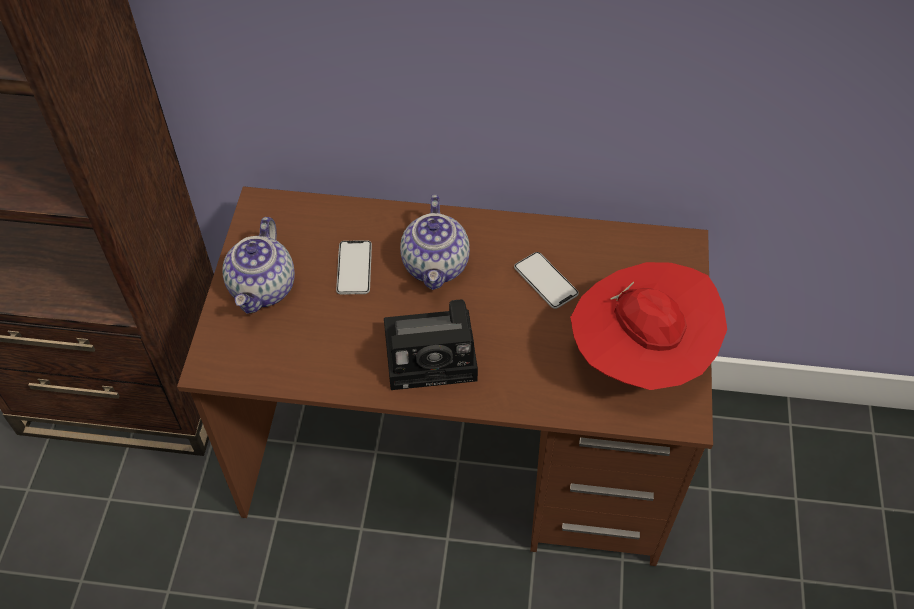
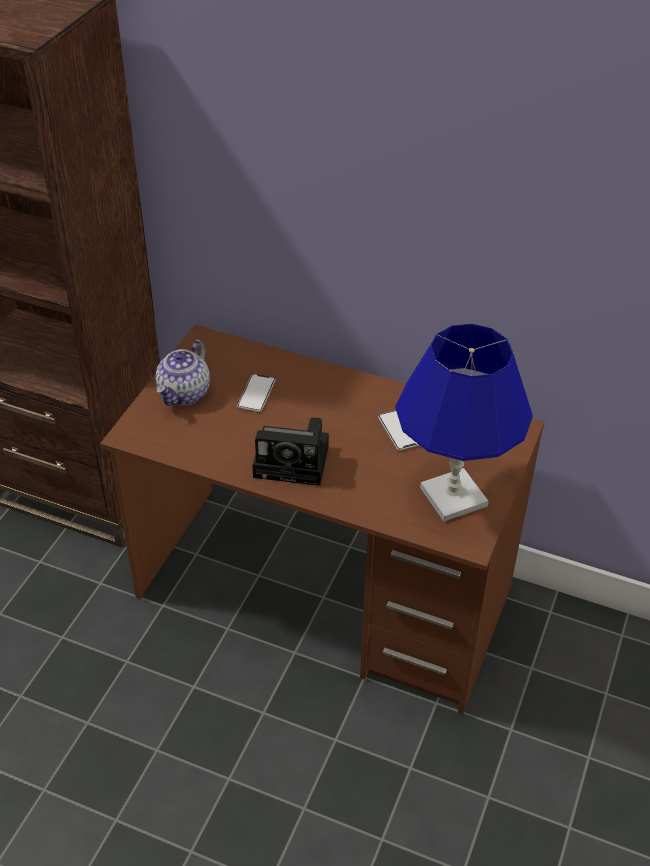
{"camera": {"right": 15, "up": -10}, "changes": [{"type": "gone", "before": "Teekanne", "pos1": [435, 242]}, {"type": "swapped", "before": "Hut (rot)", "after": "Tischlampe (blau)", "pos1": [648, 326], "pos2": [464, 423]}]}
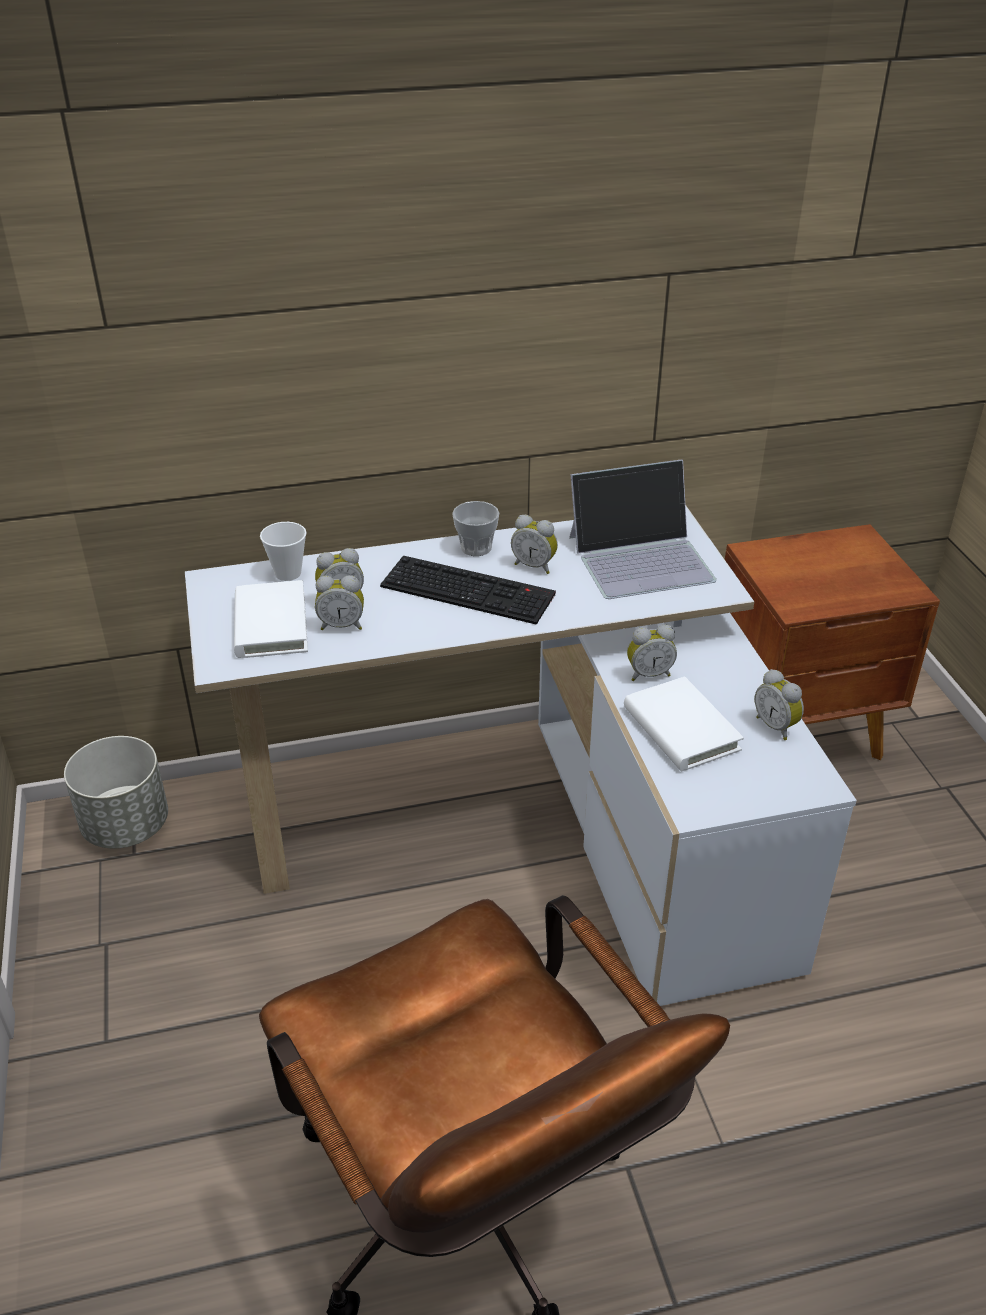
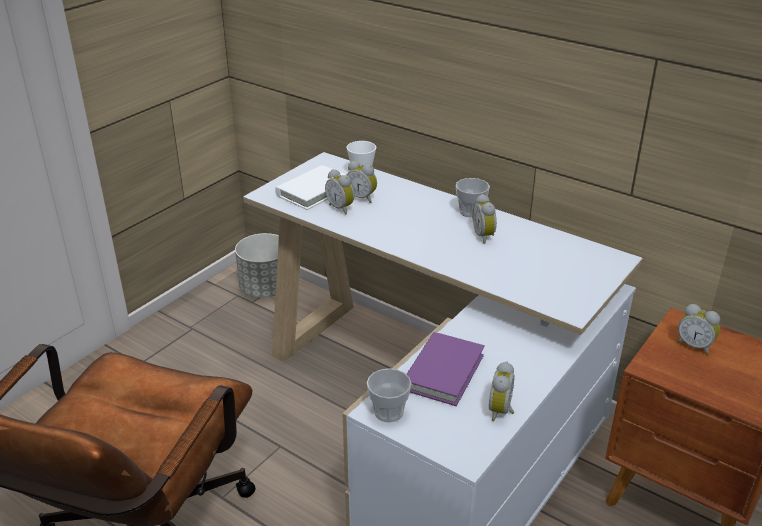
{"camera": {"right": 50, "up": -5}, "changes": [{"type": "gone", "before": "Tastatur", "pos1": [468, 590]}, {"type": "gone", "before": "Laptop", "pos1": [643, 529]}, {"type": "repainted", "before": "Buch (weiß)", "after": "Buch (lila)", "pos1": [684, 724], "pos2": [446, 369]}, {"type": "shifted", "before": "Wecker", "pos1": [652, 653], "pos2": [698, 329]}, {"type": "new", "after": "Tasse", "pos2": [389, 395]}]}
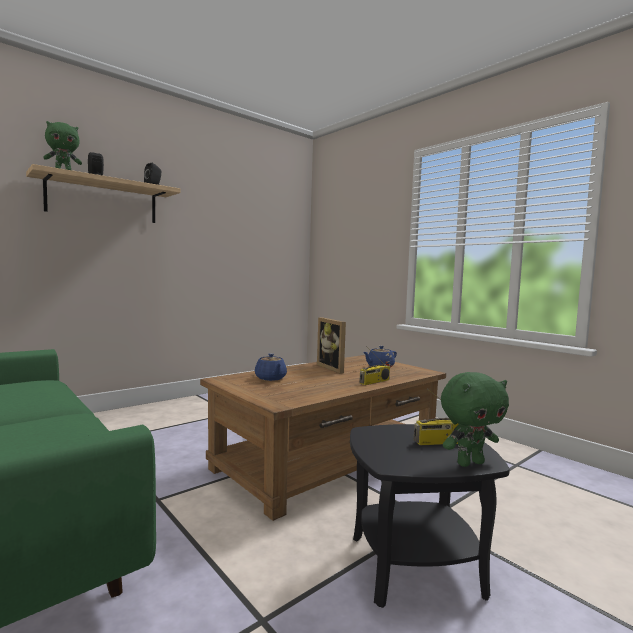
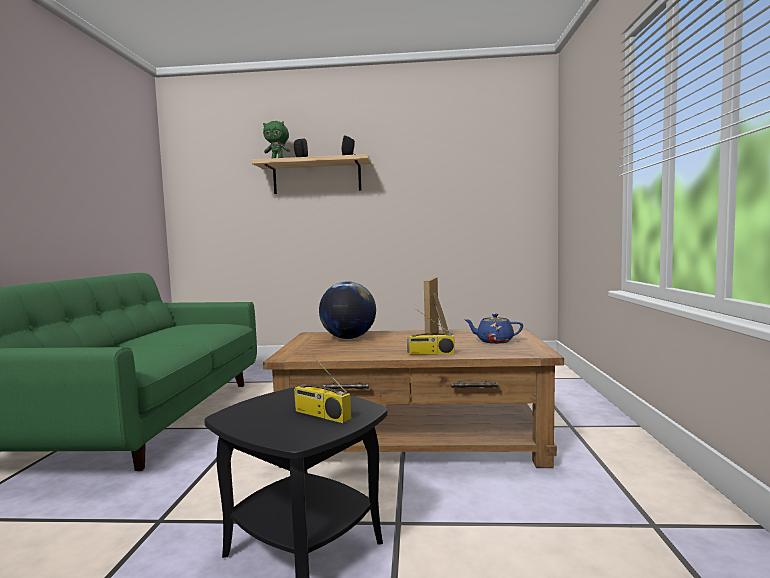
{"camera": {"right": 45, "up": 0}, "changes": [{"type": "swapped", "before": "Teekanne (blau)", "after": "Globus", "pos1": [271, 367], "pos2": [347, 310]}, {"type": "gone", "before": "Plüschtier (grün)", "pos1": [475, 419]}]}
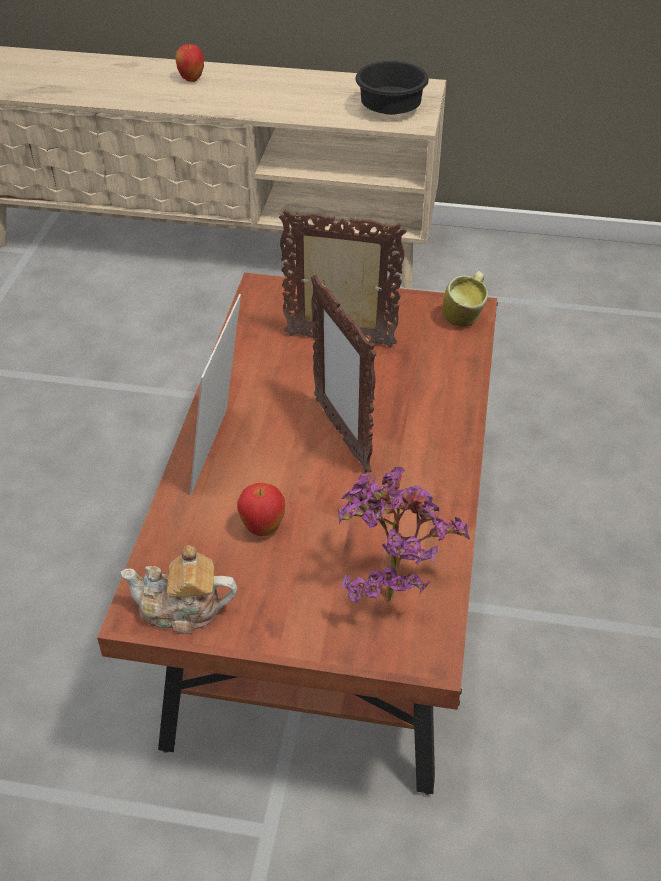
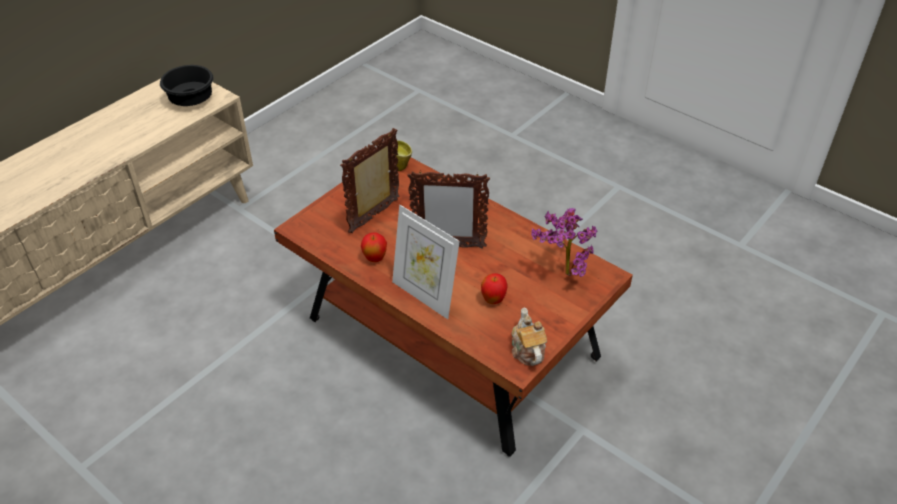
{"camera": {"right": -60, "up": 0}, "changes": [{"type": "rotated", "before": "Teekanne", "pos1": [179, 589], "pos2": [529, 337], "turn": 135}, {"type": "shifted", "before": "Apfel", "pos1": [189, 62], "pos2": [374, 247]}]}
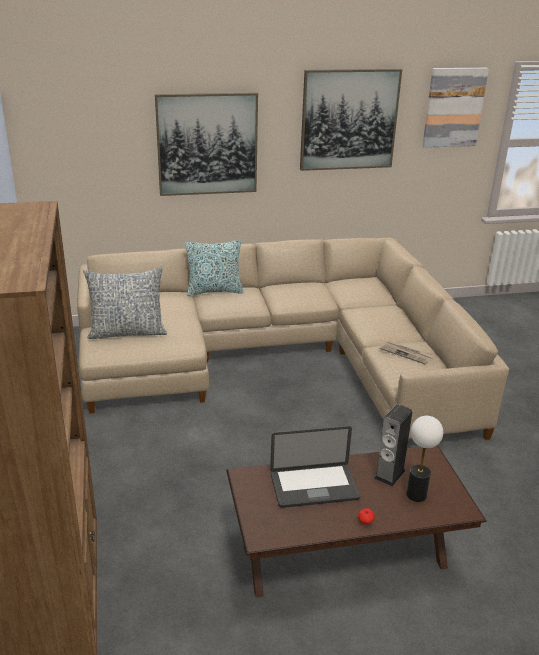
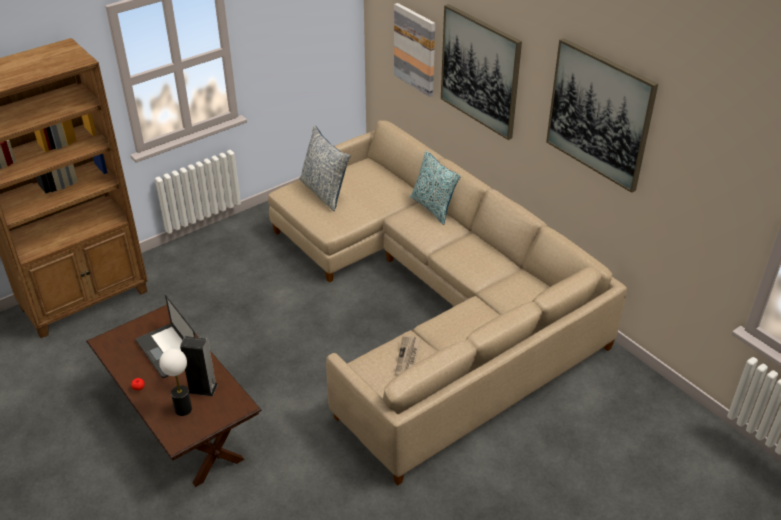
{"camera": {"right": 65, "up": 10}, "changes": [{"type": "shifted", "before": "Bild", "pos1": [455, 108], "pos2": [414, 50]}]}
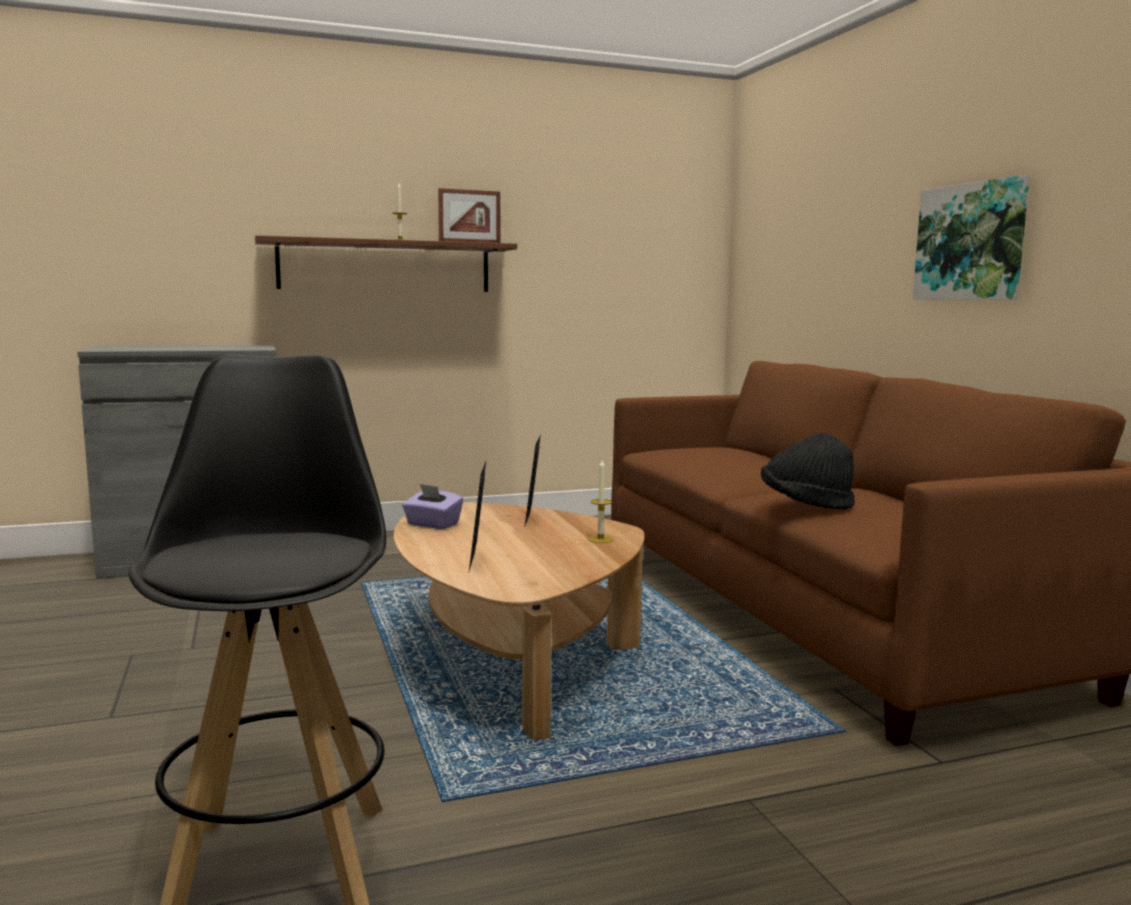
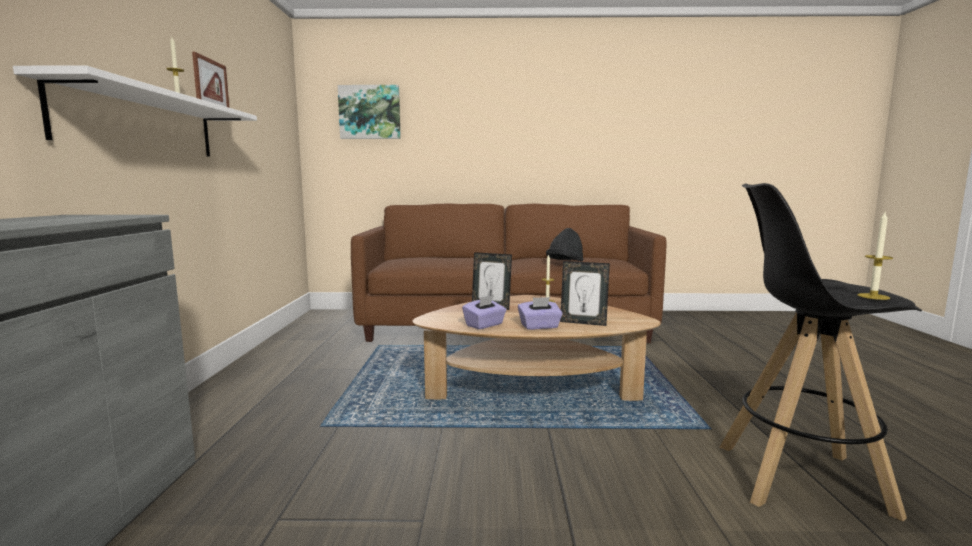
{"camera": {"right": -70, "up": 0}, "changes": [{"type": "repainted", "before": "Wandregal (braun)", "after": "Wandregal (weiß)", "pos1": [386, 263], "pos2": [135, 111]}, {"type": "shifted", "before": "Bild", "pos1": [971, 237], "pos2": [369, 112]}, {"type": "new", "after": "Taschentuchbox (lila)", "pos2": [540, 313]}, {"type": "new", "after": "Kerze", "pos2": [875, 256]}]}
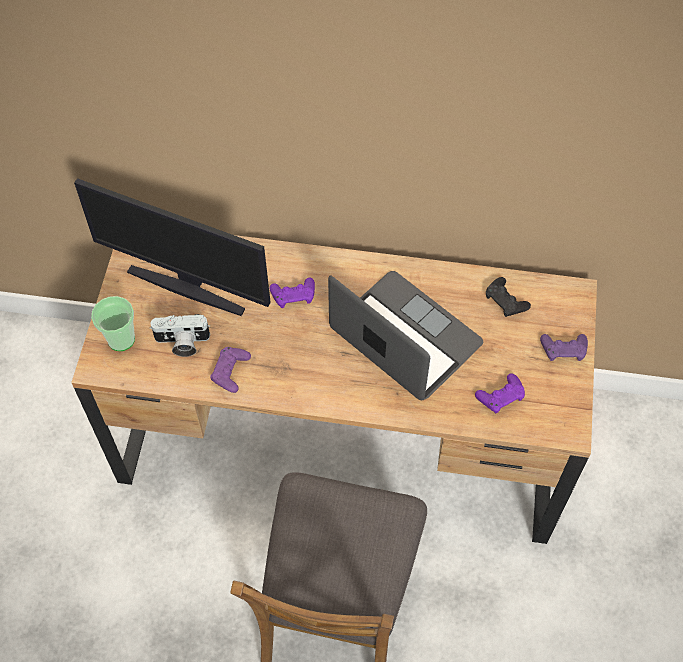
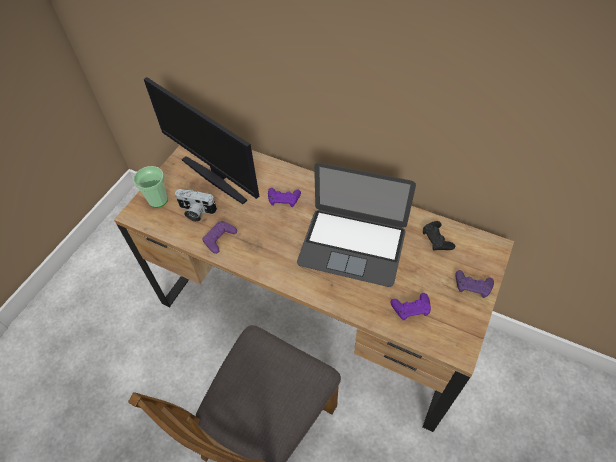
{"camera": {"right": 20, "up": -5}, "changes": [{"type": "rotated", "before": "Laptop", "pos1": [405, 336], "pos2": [356, 225], "turn": 135}]}
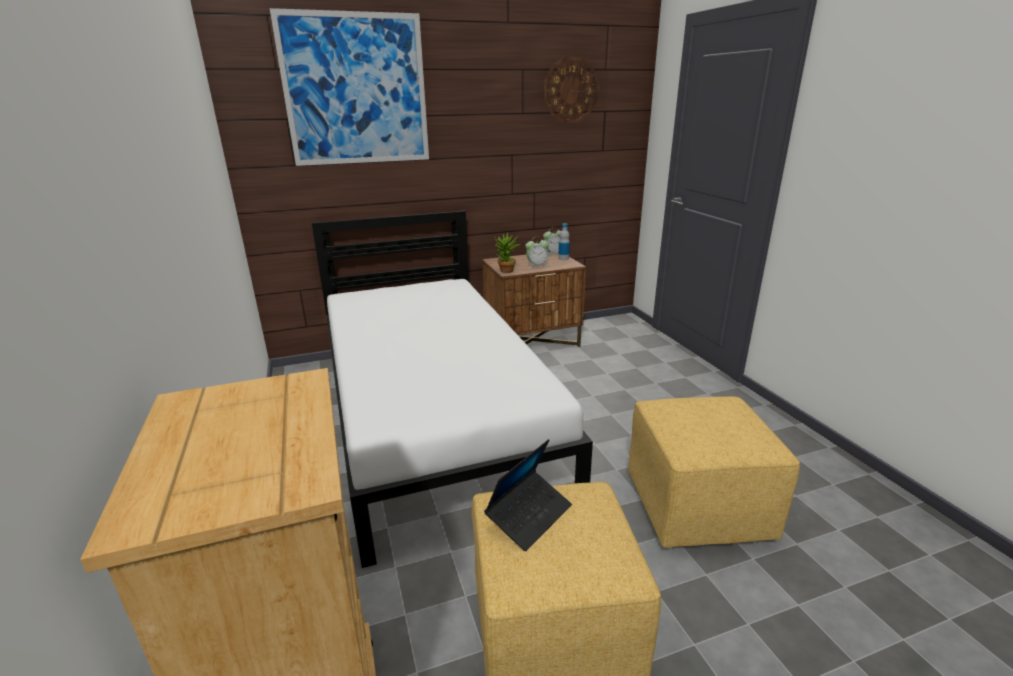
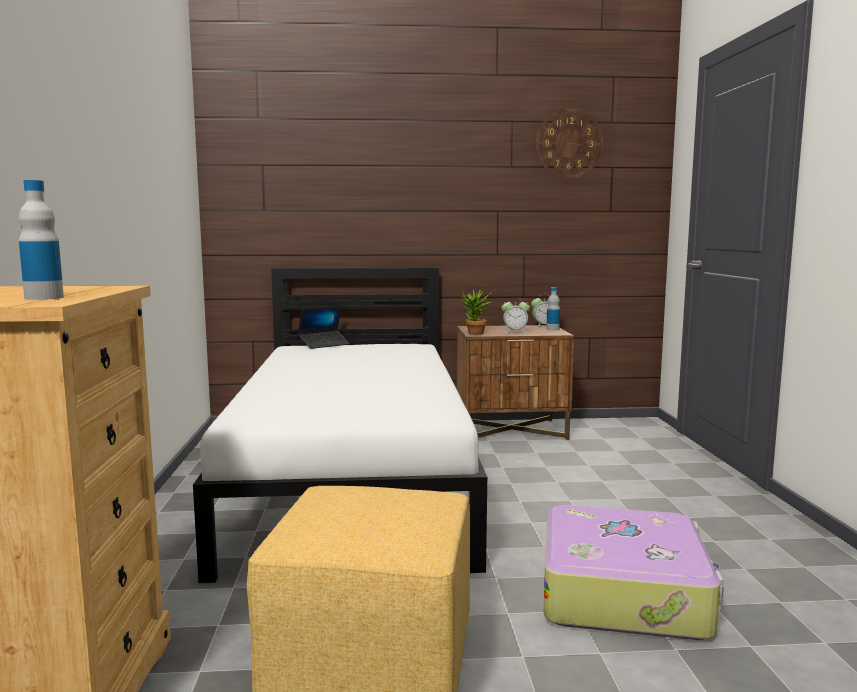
{"camera": {"right": 15, "up": -15}, "changes": [{"type": "gone", "before": "Bild", "pos1": [349, 87]}, {"type": "shifted", "before": "Laptop", "pos1": [528, 495], "pos2": [324, 327]}, {"type": "swapped", "before": "Polsterhocker (gelb)", "after": "Koffer", "pos1": [714, 472], "pos2": [633, 572]}, {"type": "new", "after": "Flasche", "pos2": [41, 240]}]}
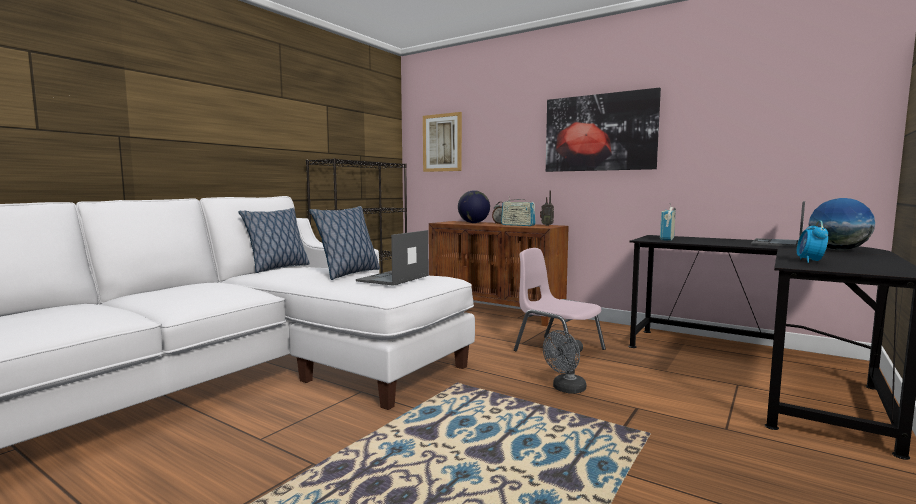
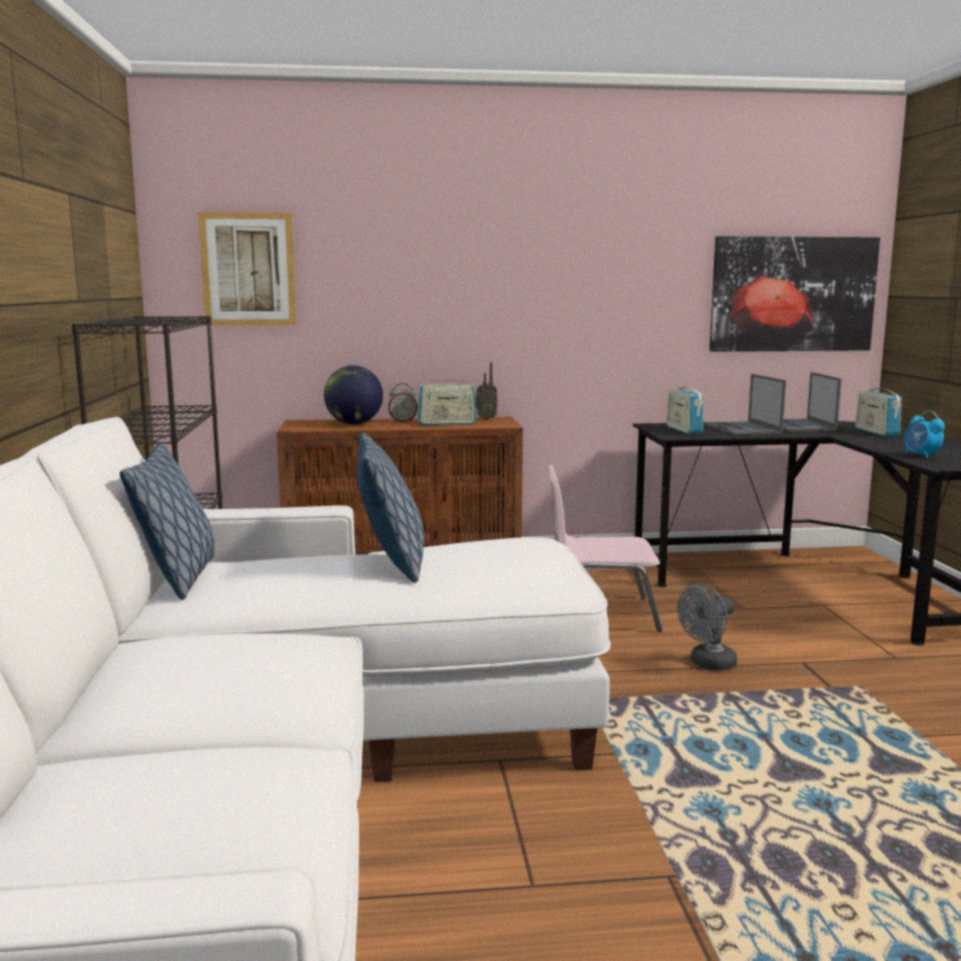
{"camera": {"right": -40, "up": 5}, "changes": [{"type": "shifted", "before": "Laptop", "pos1": [392, 258], "pos2": [745, 405]}, {"type": "rotated", "before": "Ventilator (grau)", "pos1": [564, 362], "pos2": [707, 627], "turn": 45}, {"type": "shifted", "before": "Bild", "pos1": [603, 129], "pos2": [794, 294]}, {"type": "swapped", "before": "Globus", "after": "Radio", "pos1": [842, 224], "pos2": [878, 409]}]}
